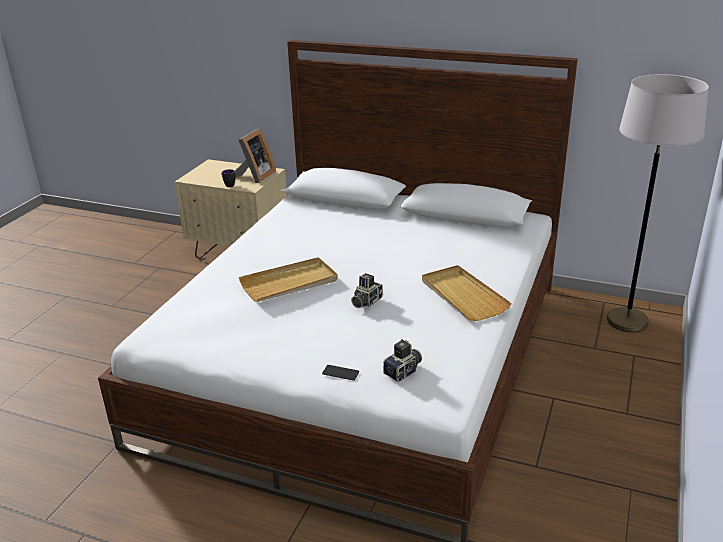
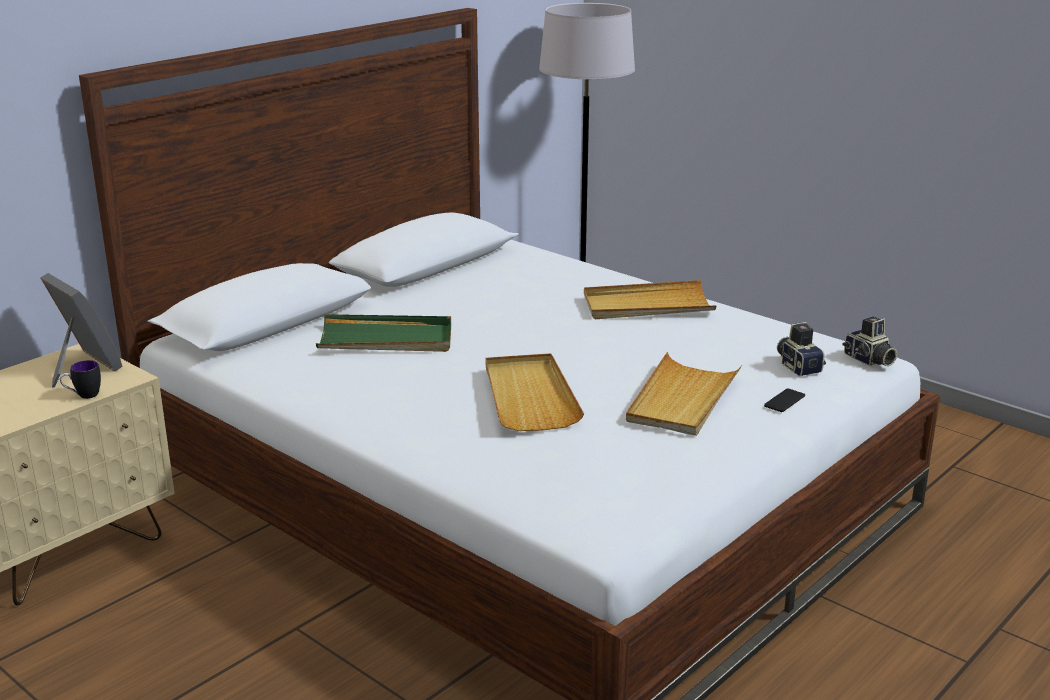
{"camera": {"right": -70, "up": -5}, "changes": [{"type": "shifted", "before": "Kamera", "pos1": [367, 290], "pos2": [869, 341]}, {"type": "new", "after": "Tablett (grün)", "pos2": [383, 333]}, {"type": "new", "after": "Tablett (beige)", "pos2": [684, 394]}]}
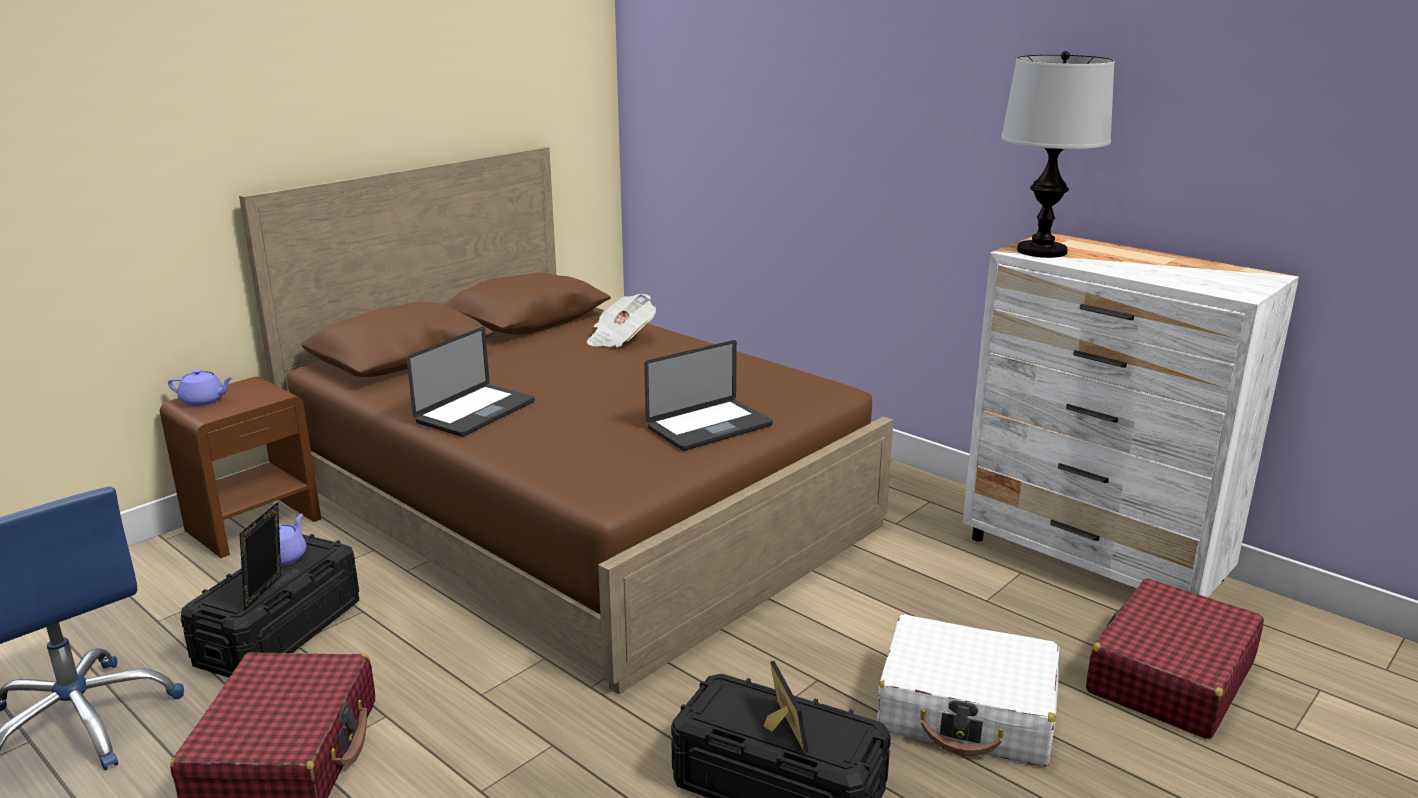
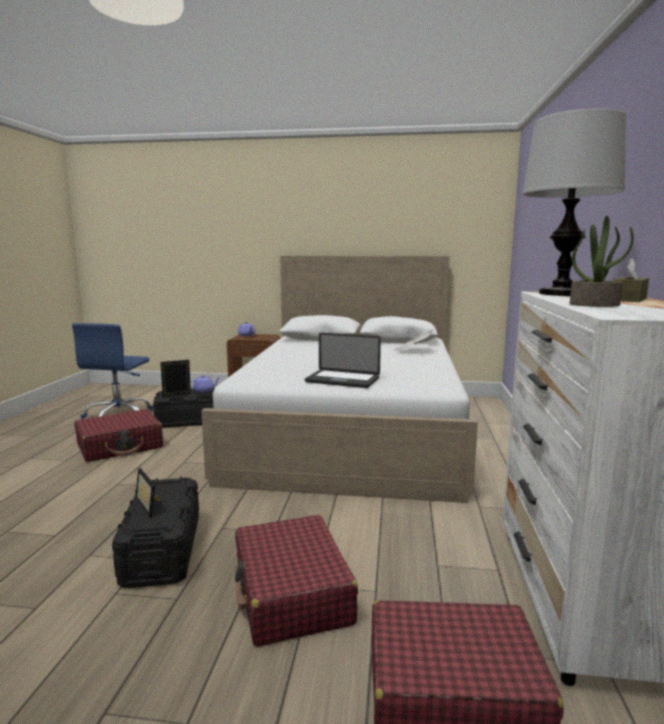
{"camera": {"right": 55, "up": -10}, "changes": [{"type": "repainted", "before": "Bett (braun)", "after": "Bett (weiß)", "pos1": [566, 420], "pos2": [339, 379]}, {"type": "gone", "before": "Laptop", "pos1": [471, 382]}, {"type": "rotated", "before": "Bilderrahmen", "pos1": [786, 707], "pos2": [148, 493], "turn": 105}, {"type": "repainted", "before": "Koffer (weiß)", "after": "Koffer (rot)", "pos1": [968, 690], "pos2": [296, 581]}, {"type": "new", "after": "Topfpflanze", "pos2": [602, 261]}, {"type": "new", "after": "Taschentuchbox (braun)", "pos2": [631, 280]}]}
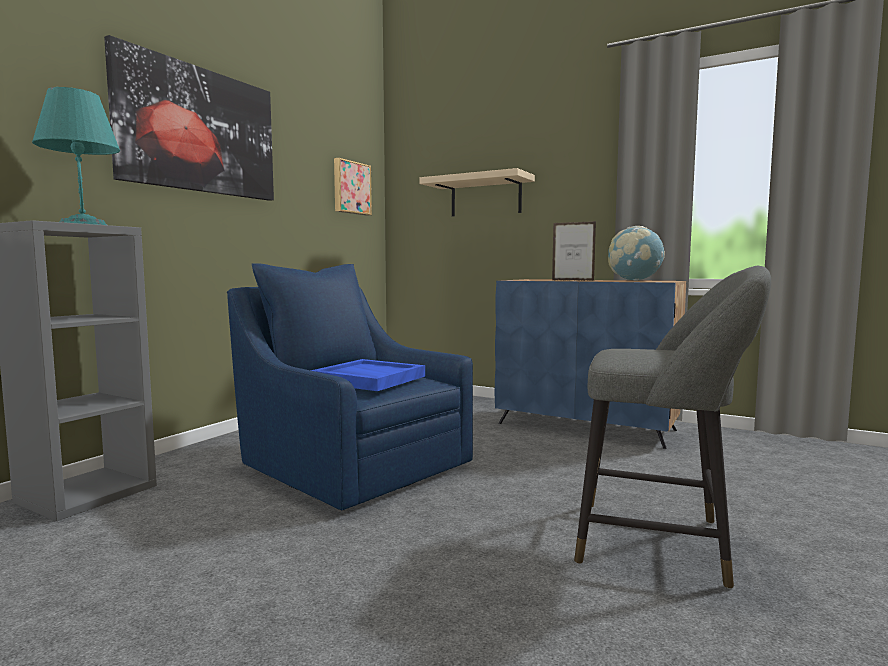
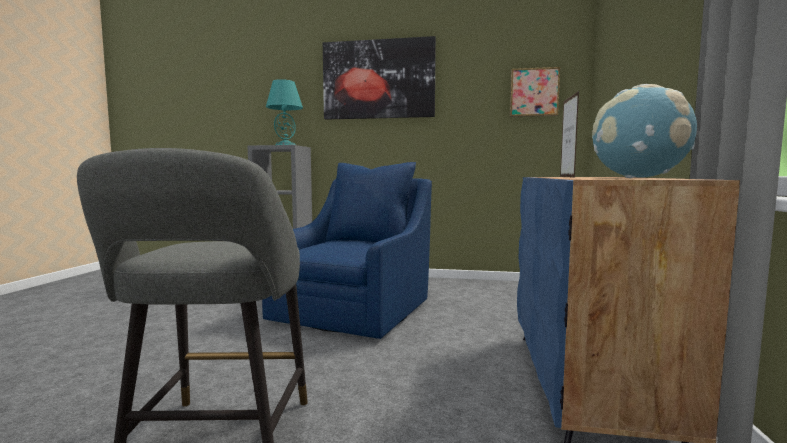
{"camera": {"right": 70, "up": 0}, "changes": [{"type": "gone", "before": "Tablett (blau)", "pos1": [367, 375]}, {"type": "gone", "before": "Wandregal (beige)", "pos1": [477, 192]}]}
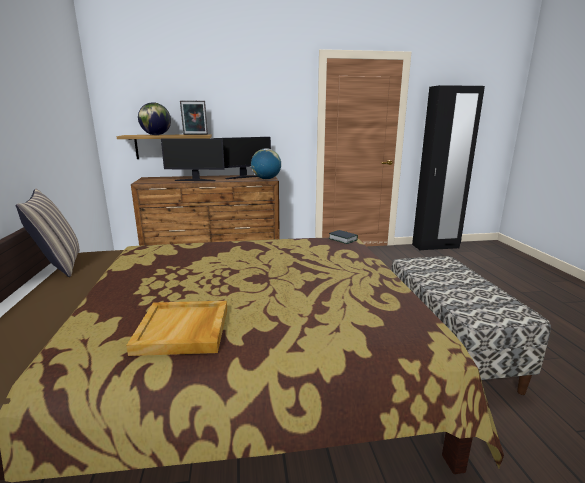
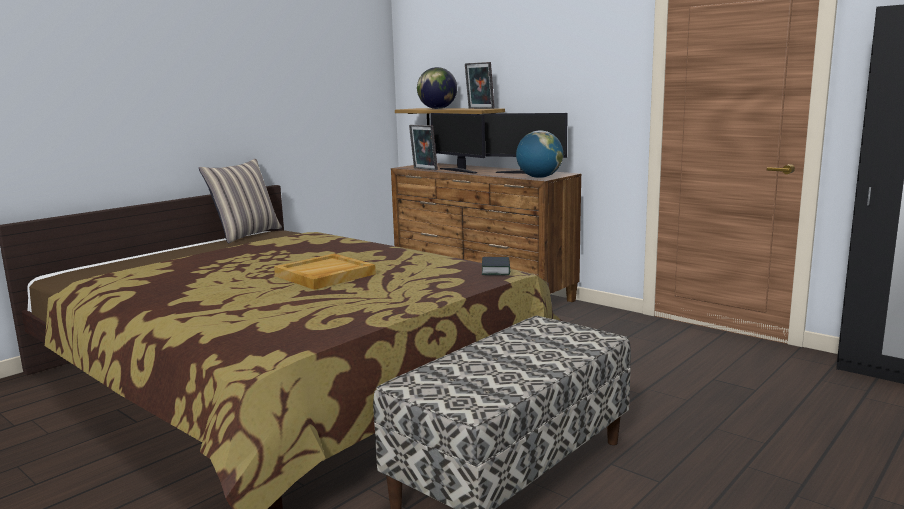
{"camera": {"right": 50, "up": -5}, "changes": [{"type": "shifted", "before": "Tablett (beige)", "pos1": [176, 328], "pos2": [325, 272]}, {"type": "new", "after": "Bilderrahmen", "pos2": [423, 147]}]}
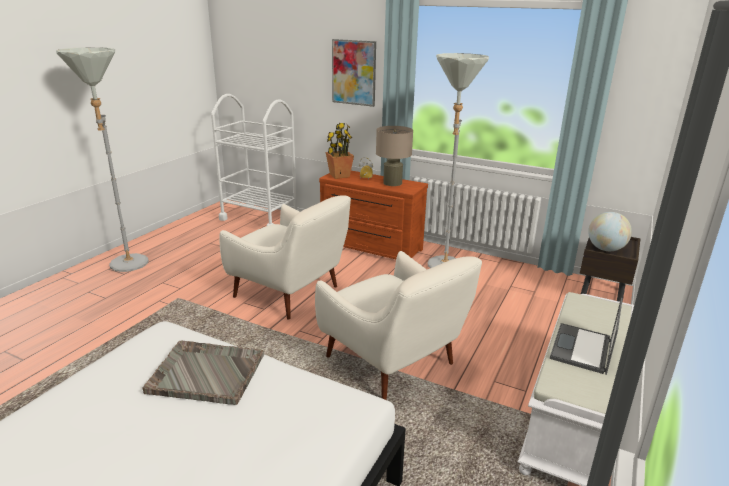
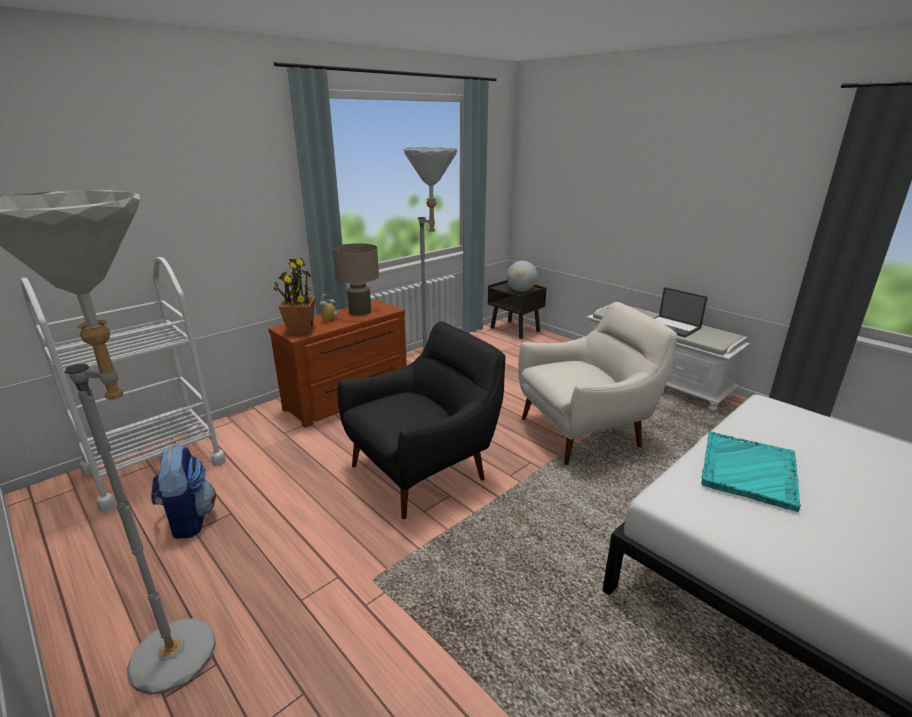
{"camera": {"right": -70, "up": 0}, "changes": [{"type": "repainted", "before": "Tablett (grau)", "after": "Tablett (türkis)", "pos1": [203, 372], "pos2": [751, 471]}, {"type": "repainted", "before": "Sessel (weiß)", "after": "Sessel (schwarz)", "pos1": [285, 257], "pos2": [421, 420]}, {"type": "gone", "before": "Bild", "pos1": [354, 73]}, {"type": "new", "after": "Rucksack", "pos2": [183, 492]}]}
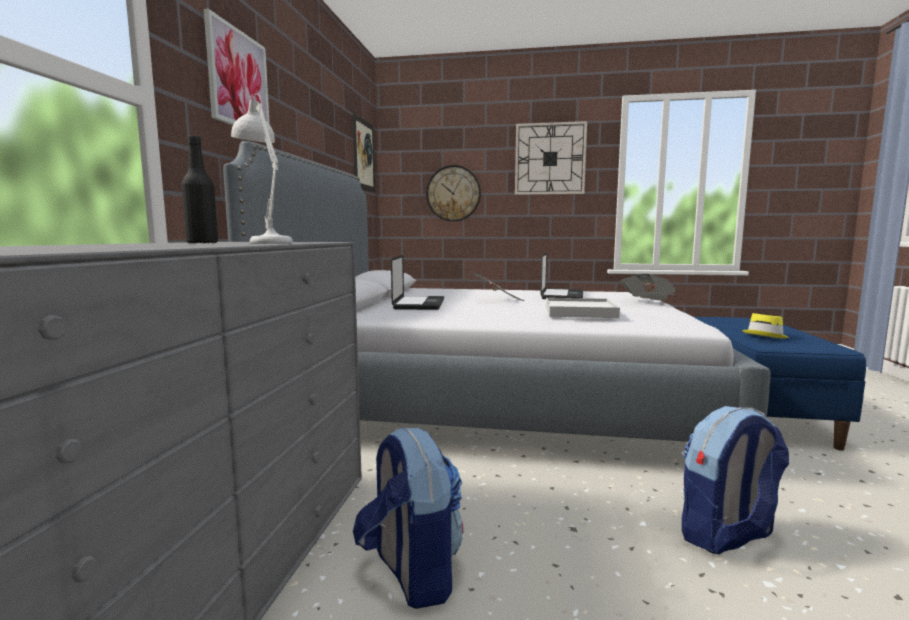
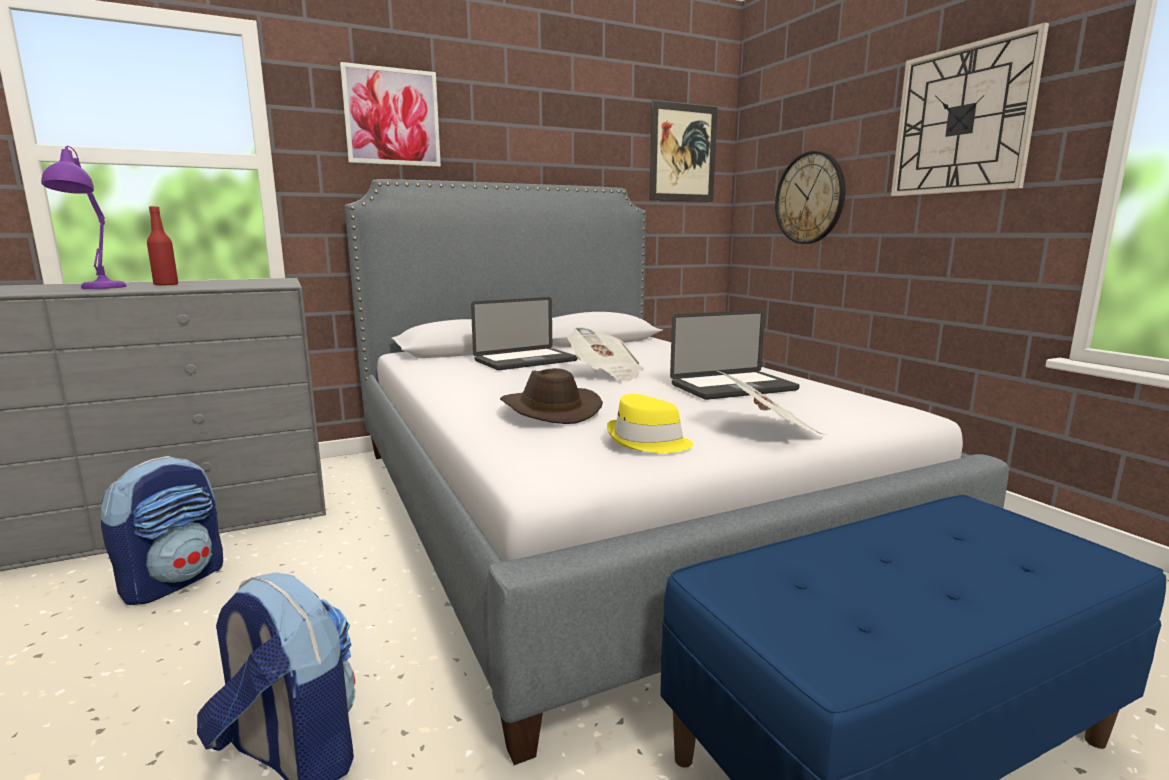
{"camera": {"right": 55, "up": 5}, "changes": [{"type": "repainted", "before": "Flasche (schwarz)", "after": "Flasche (rot)", "pos1": [199, 189], "pos2": [162, 246]}, {"type": "gone", "before": "Tischlampe (weiß)", "pos1": [262, 168]}, {"type": "swapped", "before": "Tablett (weiß)", "after": "Hut (braun)", "pos1": [583, 308], "pos2": [551, 396]}, {"type": "shifted", "before": "Hut (gelb)", "pos1": [766, 325], "pos2": [650, 423]}, {"type": "new", "after": "Tischlampe (lila)", "pos2": [84, 217]}]}
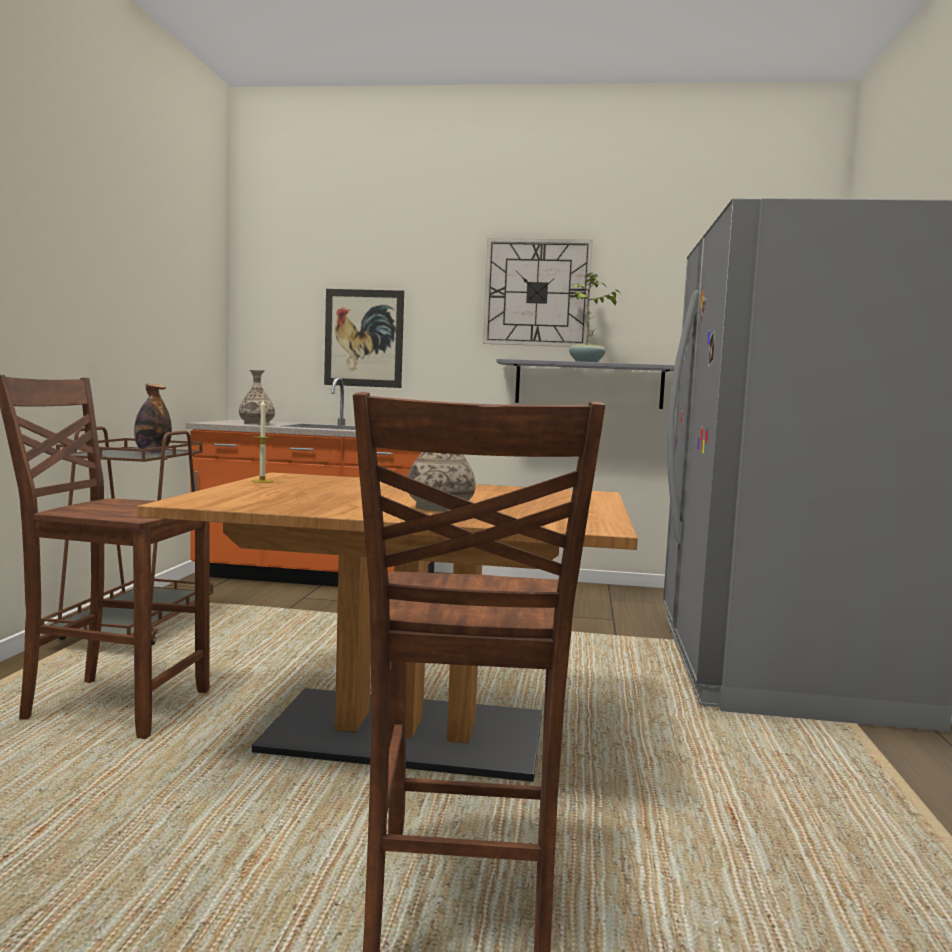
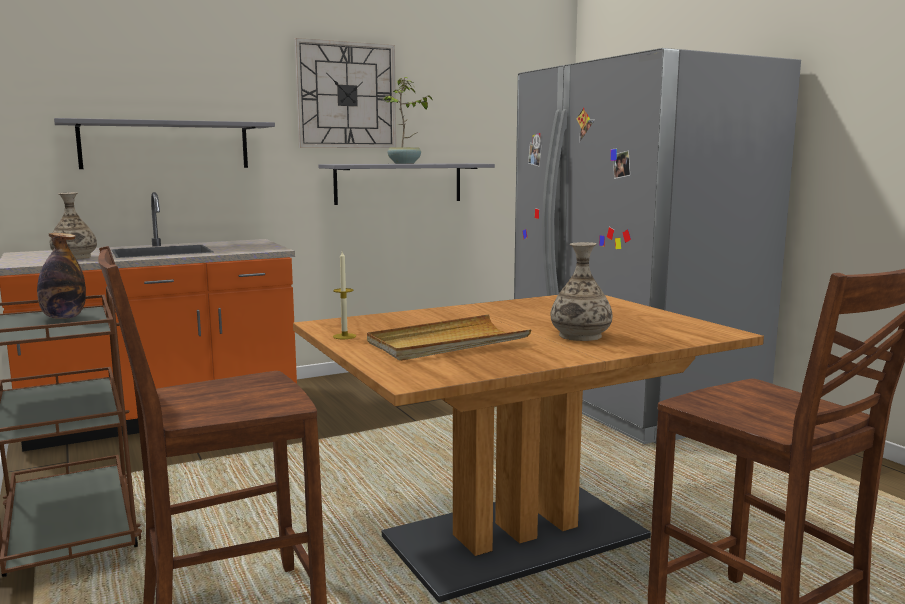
{"camera": {"right": -35, "up": 5}, "changes": [{"type": "swapped", "before": "Bild", "after": "Wandregal (grau)", "pos1": [364, 338], "pos2": [164, 143]}, {"type": "new", "after": "Tablett (beige)", "pos2": [449, 337]}]}
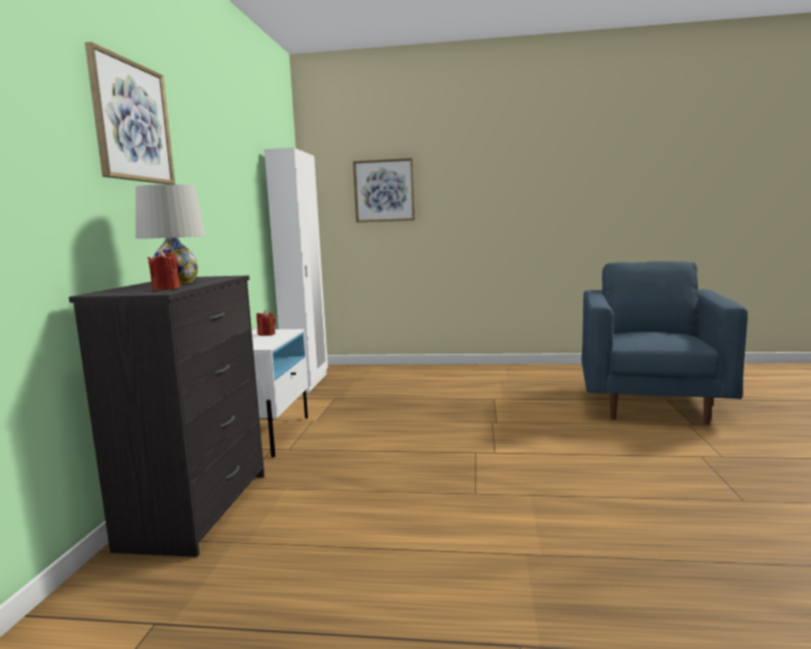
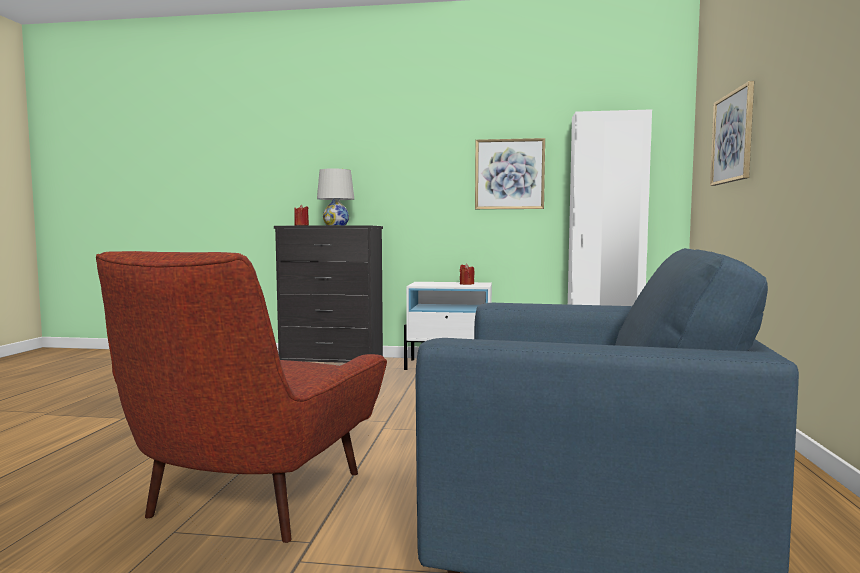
{"camera": {"right": 90, "up": -5}, "changes": [{"type": "shifted", "before": "Bild", "pos1": [130, 113], "pos2": [510, 173]}, {"type": "new", "after": "Sessel (rot)", "pos2": [241, 397]}]}
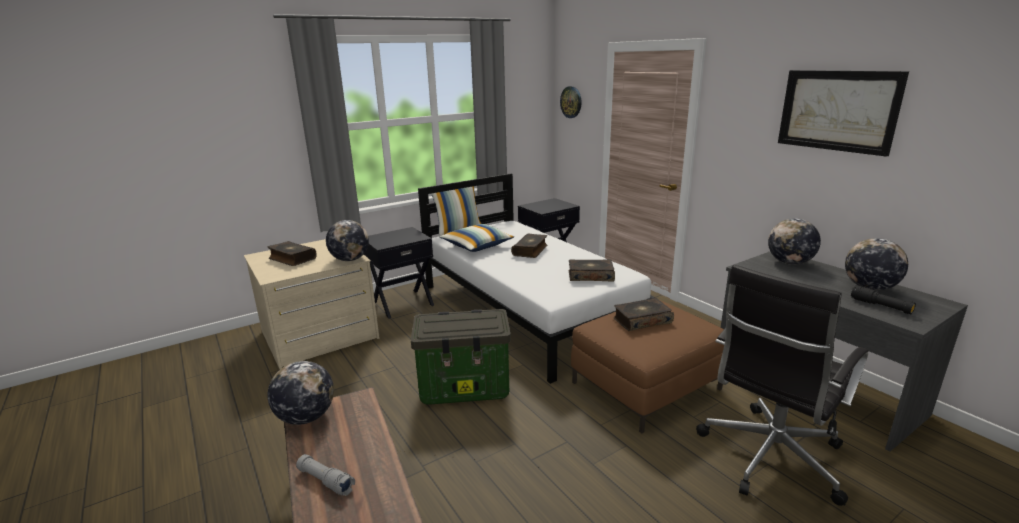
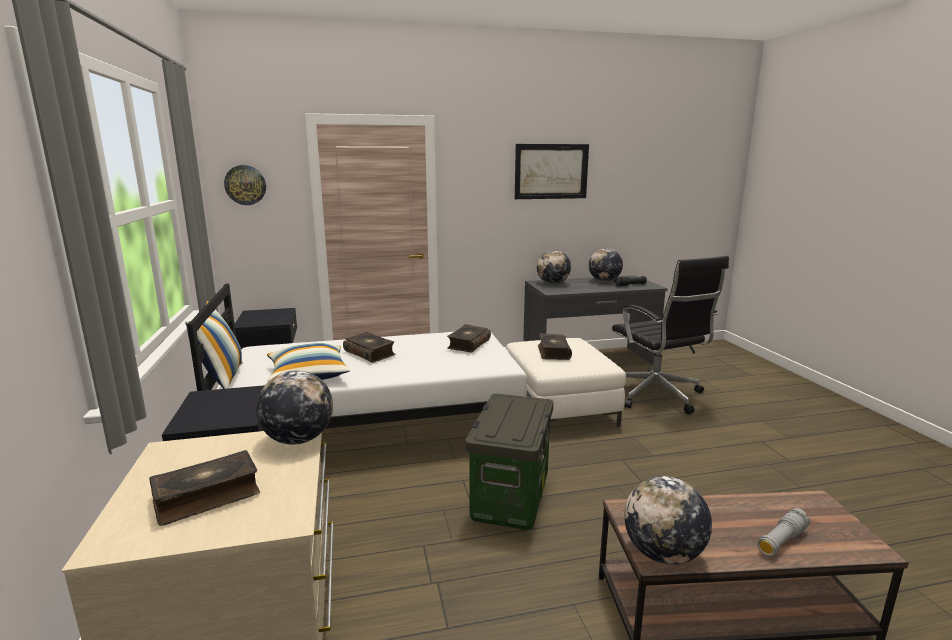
{"camera": {"right": -70, "up": -5}, "changes": [{"type": "repainted", "before": "Polsterhocker (braun)", "after": "Polsterhocker (weiß)", "pos1": [647, 366], "pos2": [566, 383]}]}
